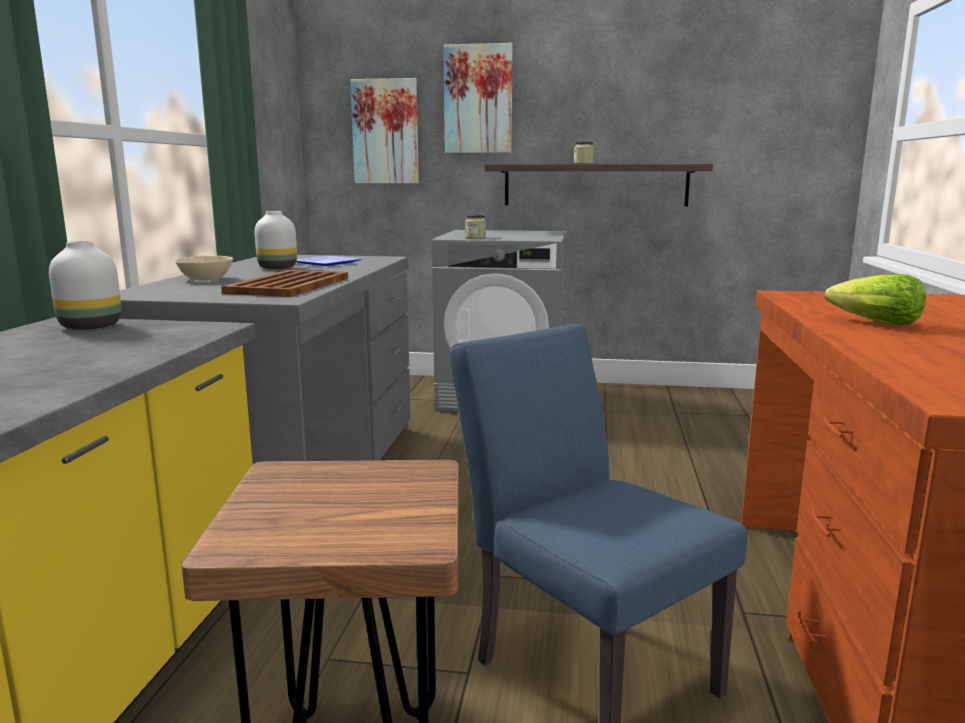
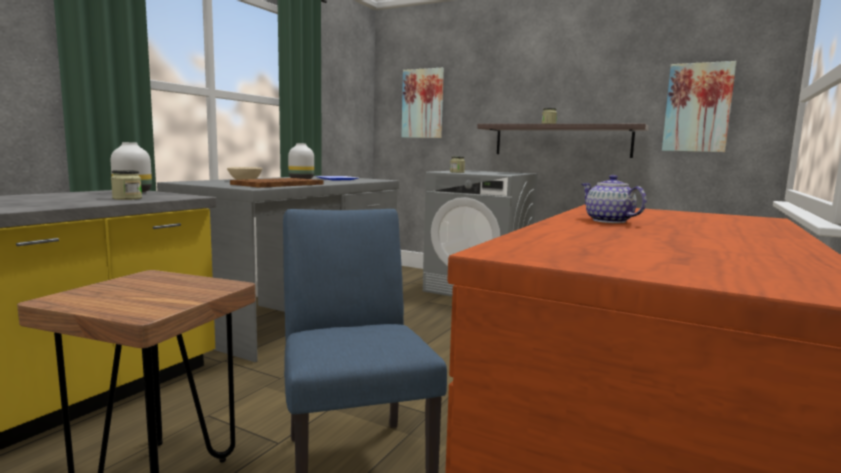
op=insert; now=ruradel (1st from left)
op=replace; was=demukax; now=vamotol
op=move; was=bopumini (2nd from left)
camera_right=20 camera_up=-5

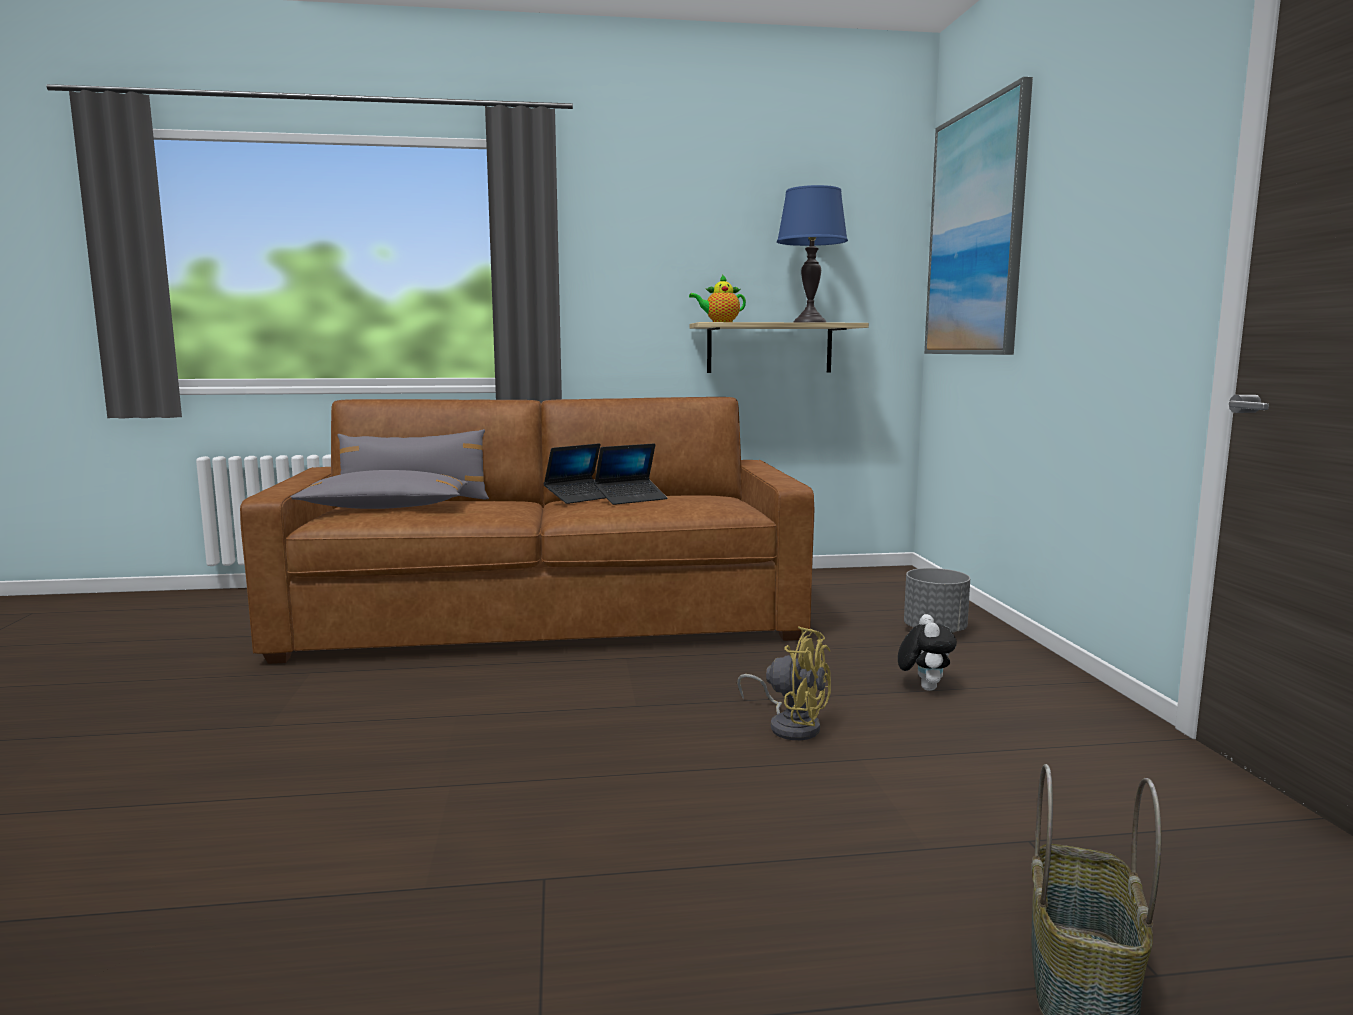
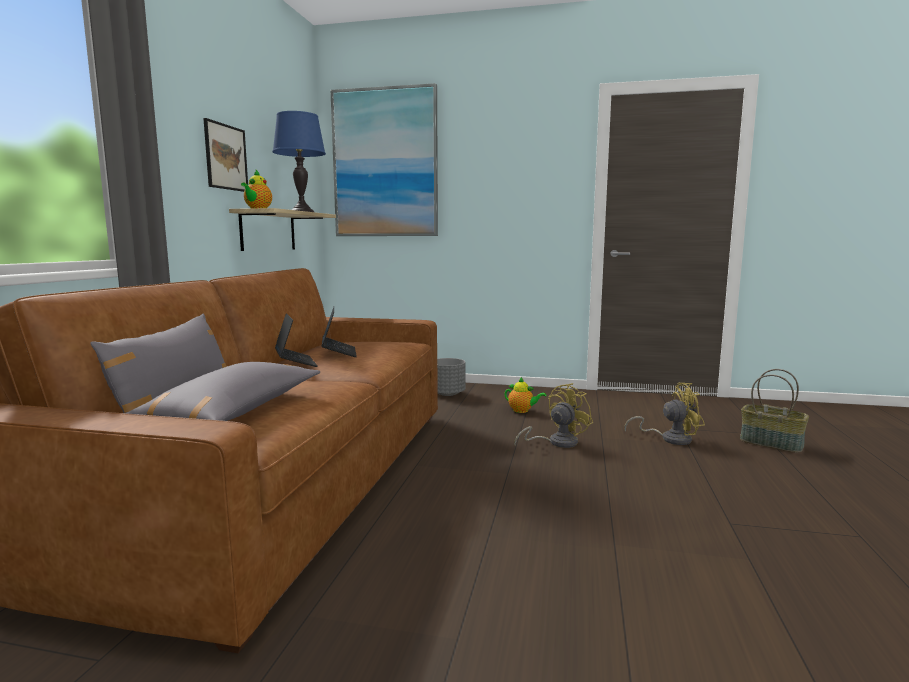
op=insert; now=bopumini (1st from left)
op=replace; was=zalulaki; now=vamotol (2nd from left)
op=insert; now=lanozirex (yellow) (2nd from left)
camera_right=-70 camera_up=0

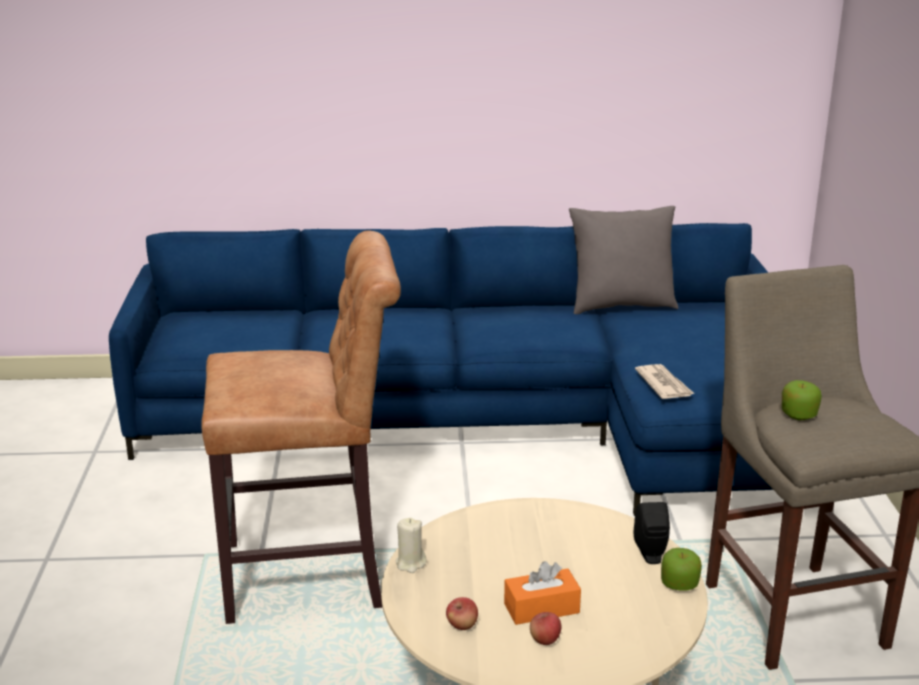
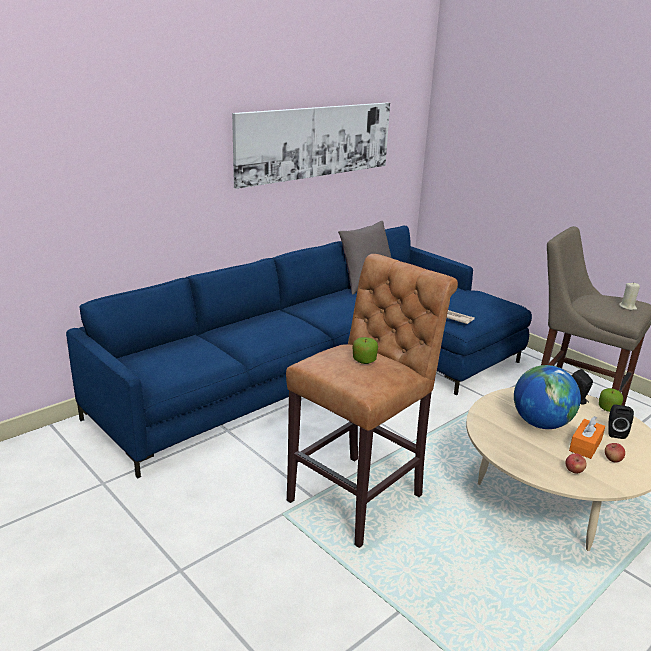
op=insert; now=bopumini
op=move; was=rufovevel (4th from left in the first image); now=rufovevel (1st from left)
op=insert; now=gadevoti
op=insert; now=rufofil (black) (2nd from left)
op=move; was=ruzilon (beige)
camera_right=-40 camera_up=0

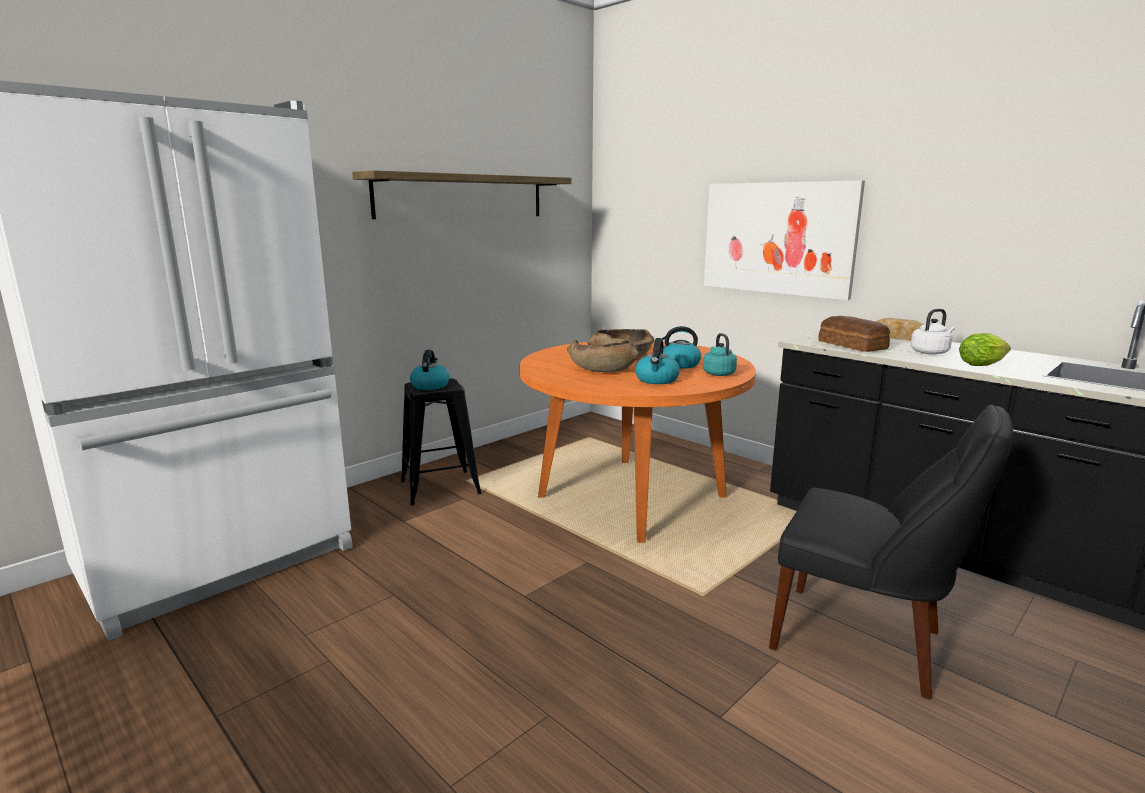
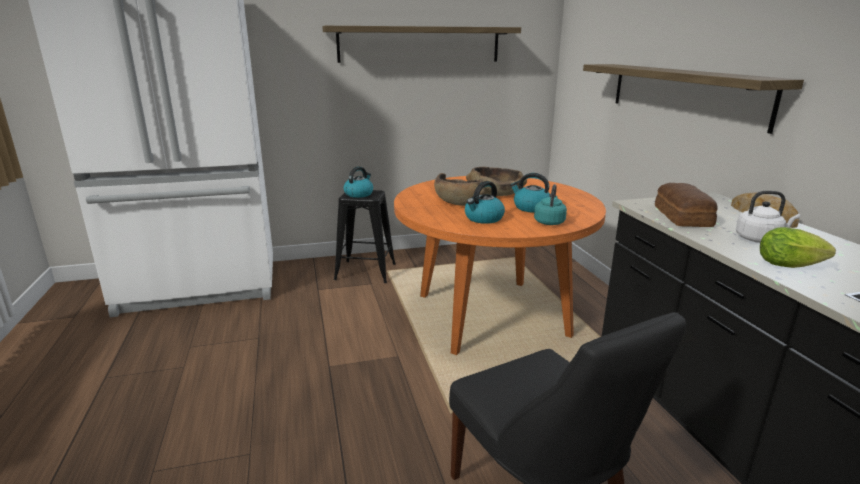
op=replace; was=bopumini; now=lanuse (2nd from left)
camera_right=30 camera_up=5

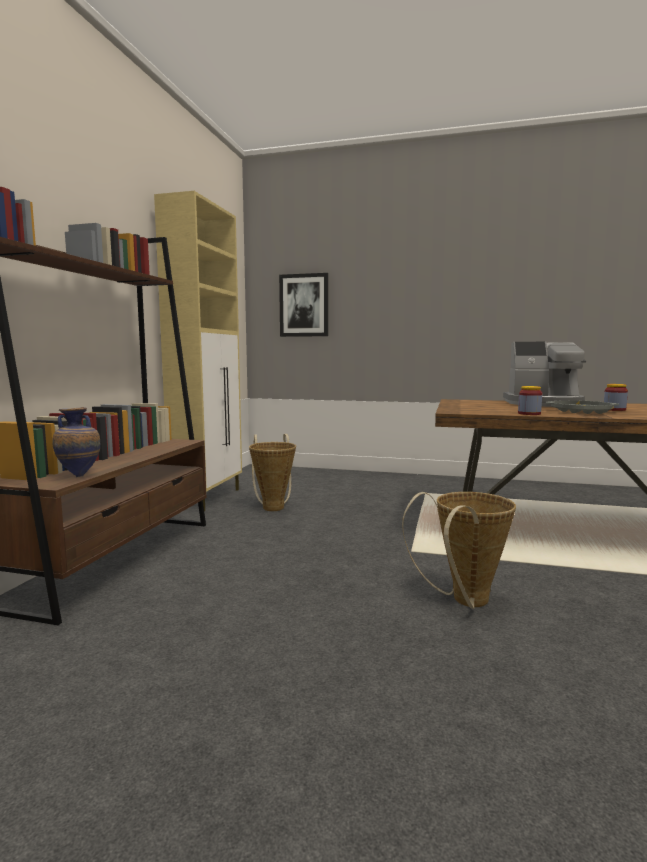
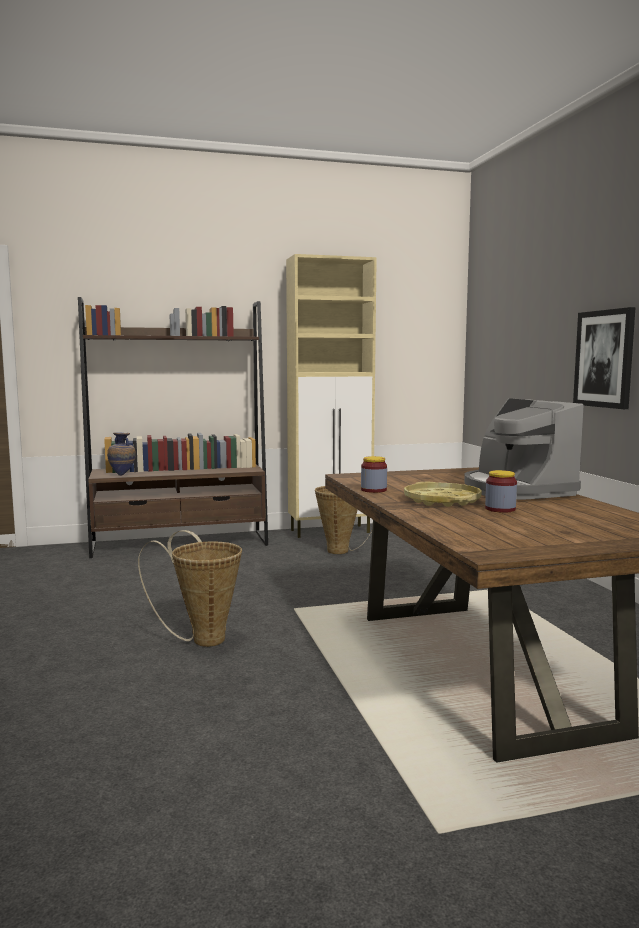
op=recolor; was=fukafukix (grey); now=fukafukix (yellow)
op=move; was=bopumini
camera_right=60 camera_up=0

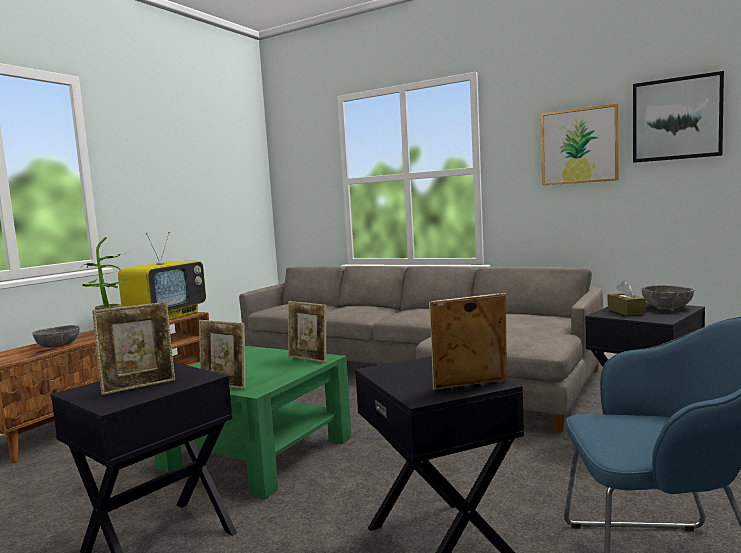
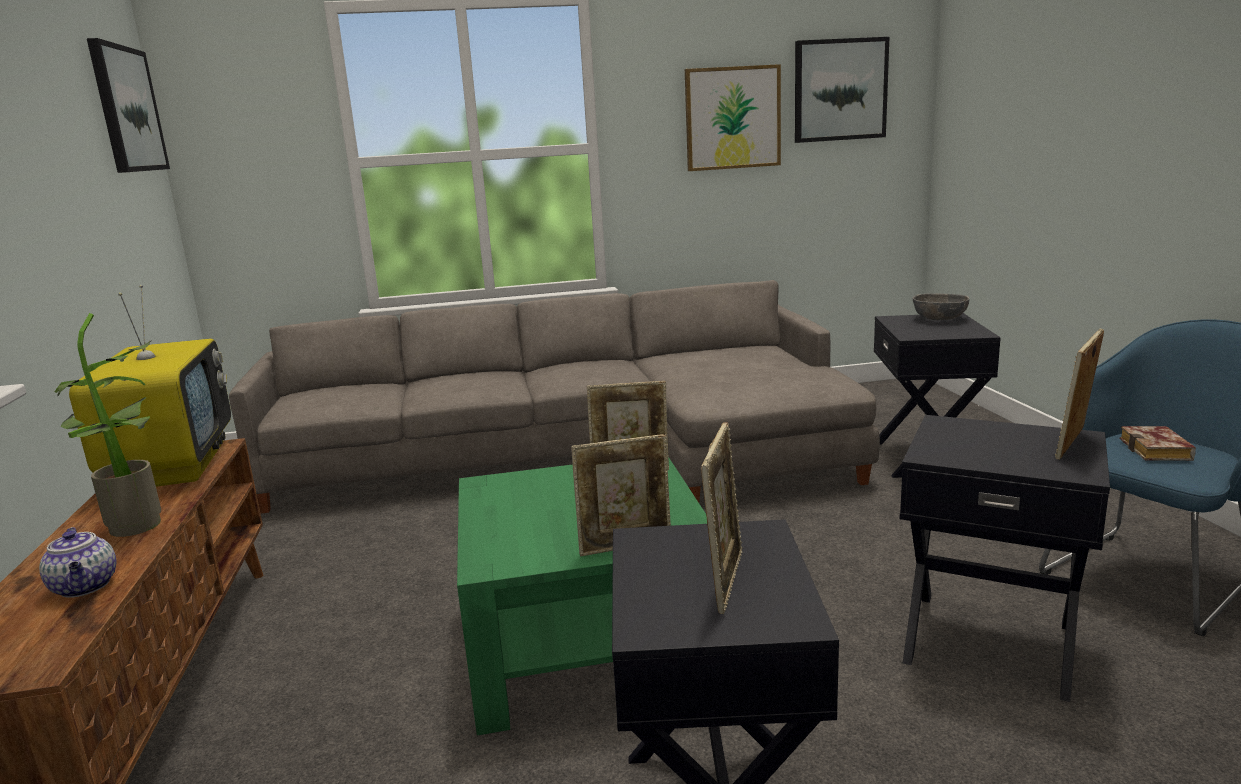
op=replace; was=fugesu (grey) (1st from left); now=vamotol
op=insert; now=bopumini (1st from left)
op=insert; now=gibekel
op=delete; was=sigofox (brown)
camera_right=-40 camera_up=10

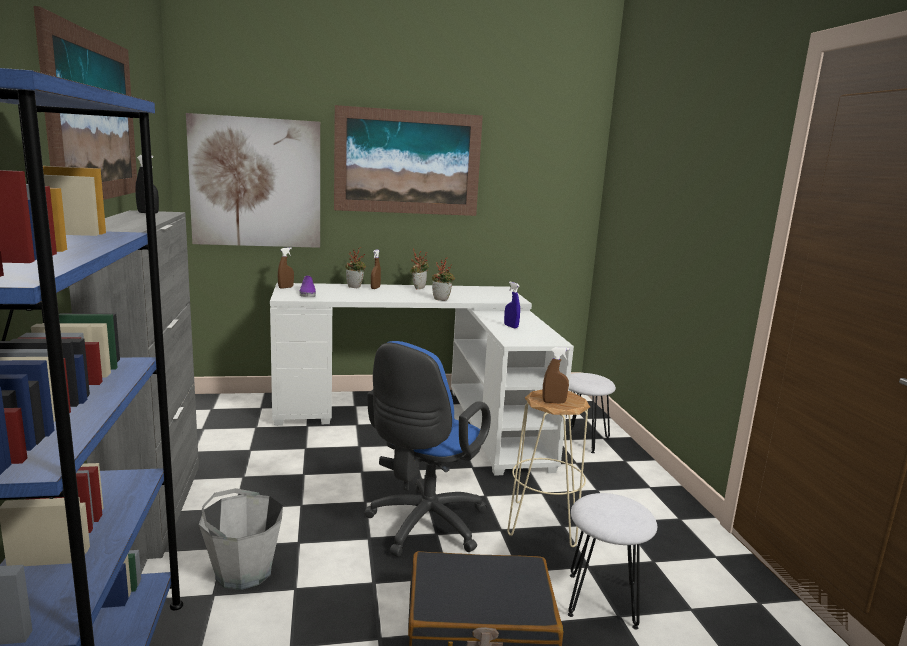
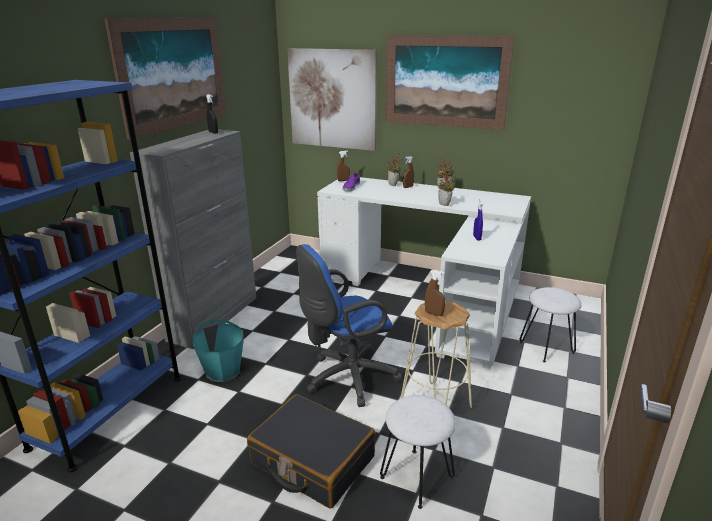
op=recolor; was=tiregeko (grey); now=tiregeko (turquoise)
camera_right=35 camera_up=10

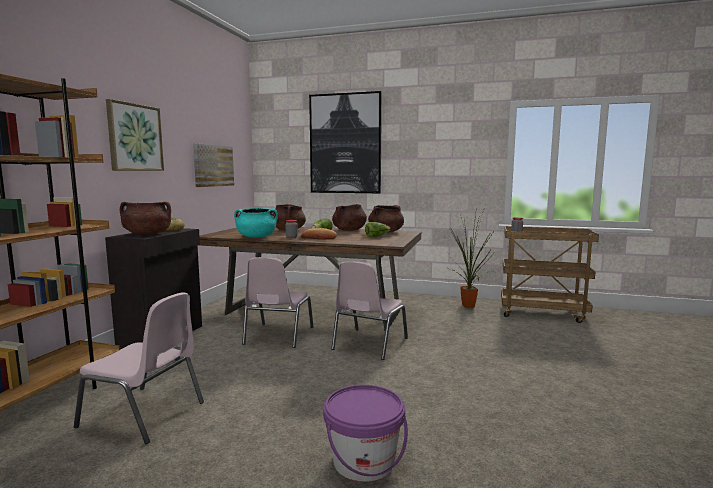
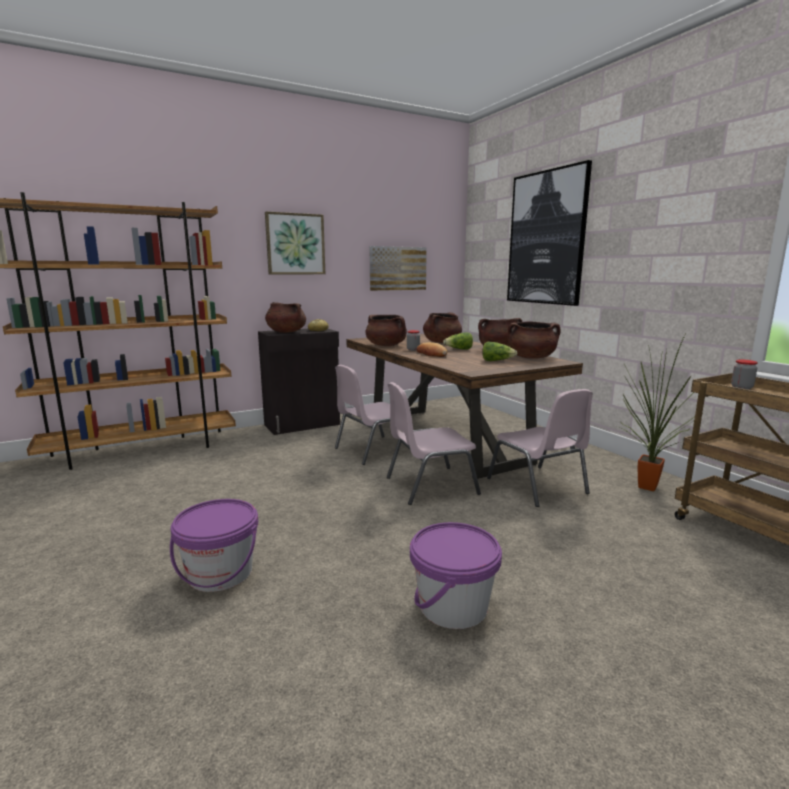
op=recolor; was=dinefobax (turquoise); now=dinefobax (brown) (2nd from left)
op=insert; now=tiregeko (purple) (2nd from left)
op=move; was=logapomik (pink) (1st from left in the first image); now=logapomik (pink) (3rd from left)
camera_right=45 camera_up=5

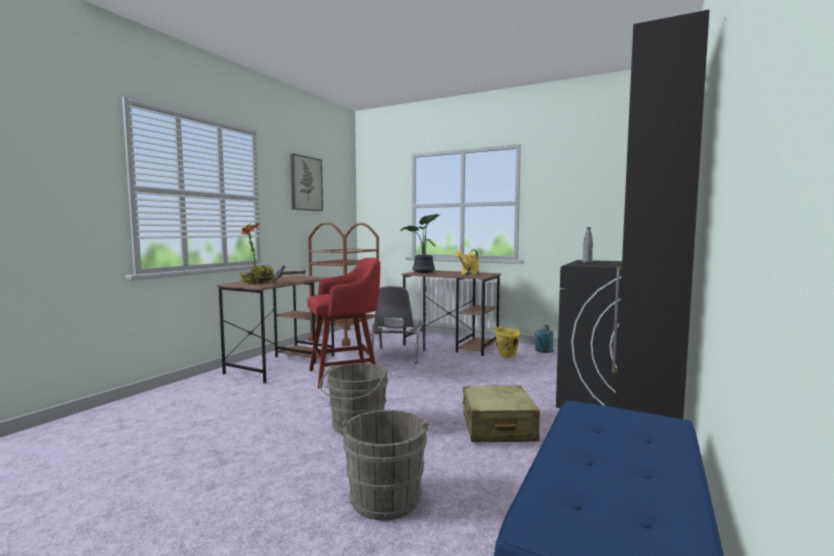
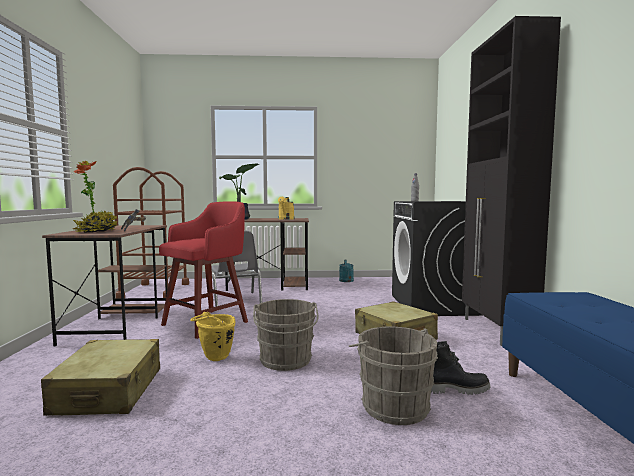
op=insert; now=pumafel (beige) (1st from left)
op=move; was=tiregeko (yellow)
op=insert; now=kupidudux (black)
op=delete; was=bopumini
camera_right=-30 camera_up=0

